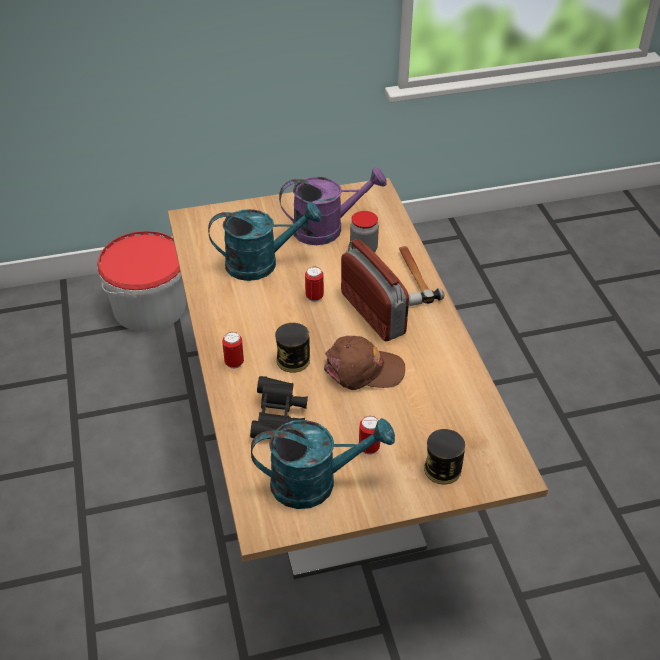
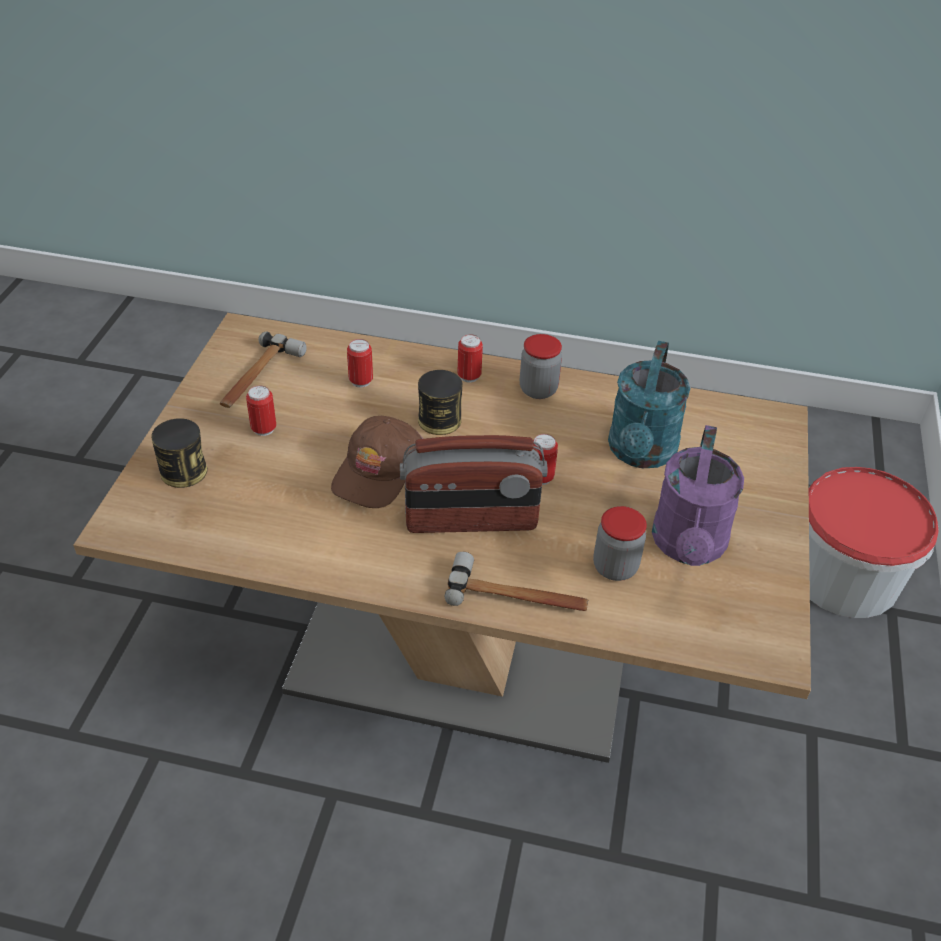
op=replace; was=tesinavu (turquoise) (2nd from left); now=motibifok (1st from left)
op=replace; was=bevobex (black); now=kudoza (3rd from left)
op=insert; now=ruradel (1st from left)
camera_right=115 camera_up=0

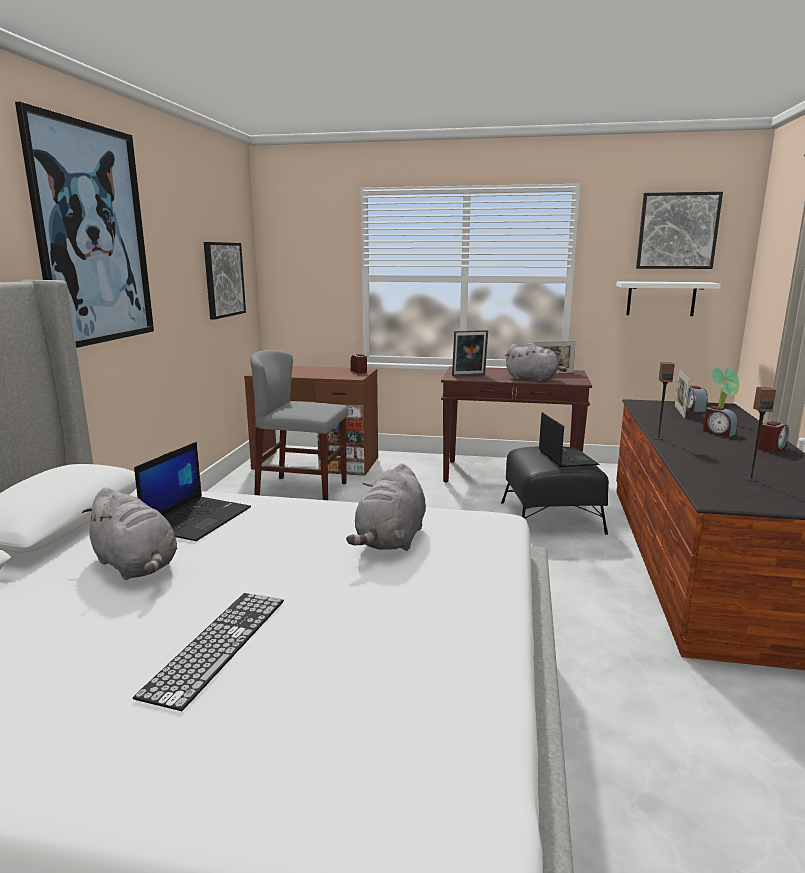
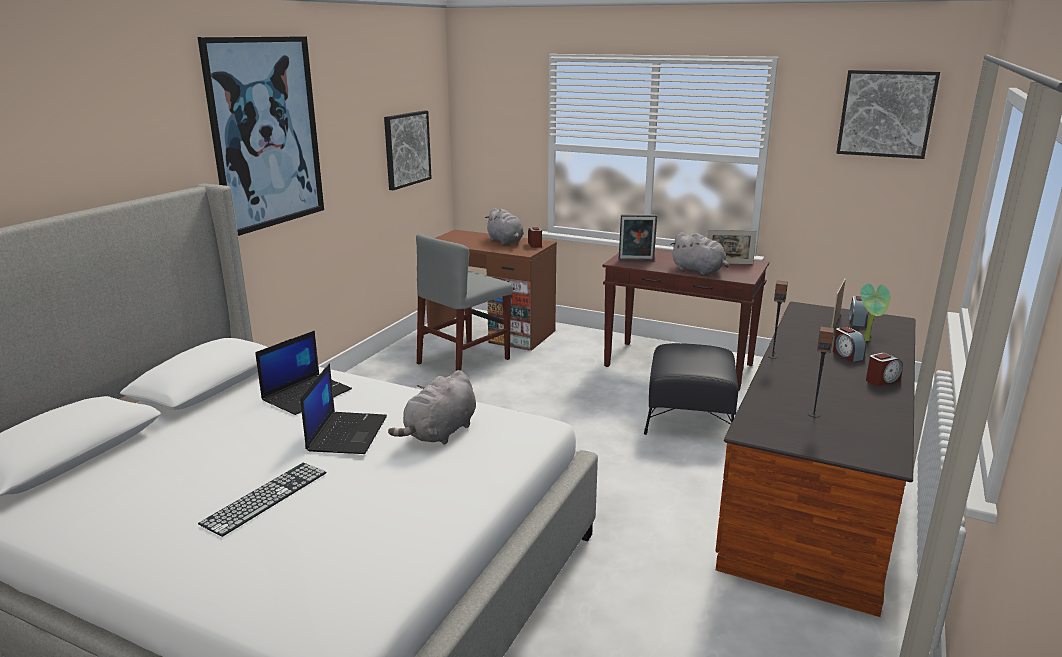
op=move; was=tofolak (2nd from left)
op=rotate; was=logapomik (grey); clockwise=-75
op=move; was=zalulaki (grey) (1st from left in the first image); now=zalulaki (grey) (2nd from left)
op=delete; was=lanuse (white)
camera_right=15 camera_up=5

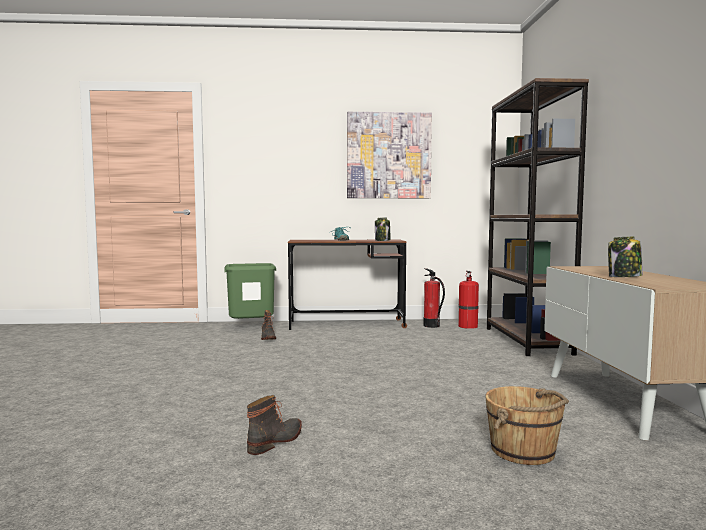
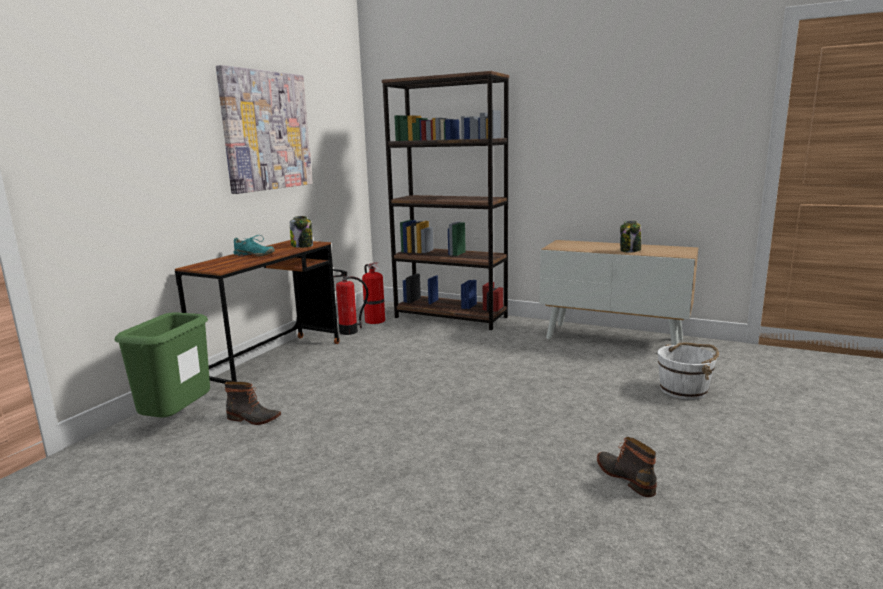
op=recolor; was=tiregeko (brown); now=tiregeko (white)
camera_right=-60 camera_up=10

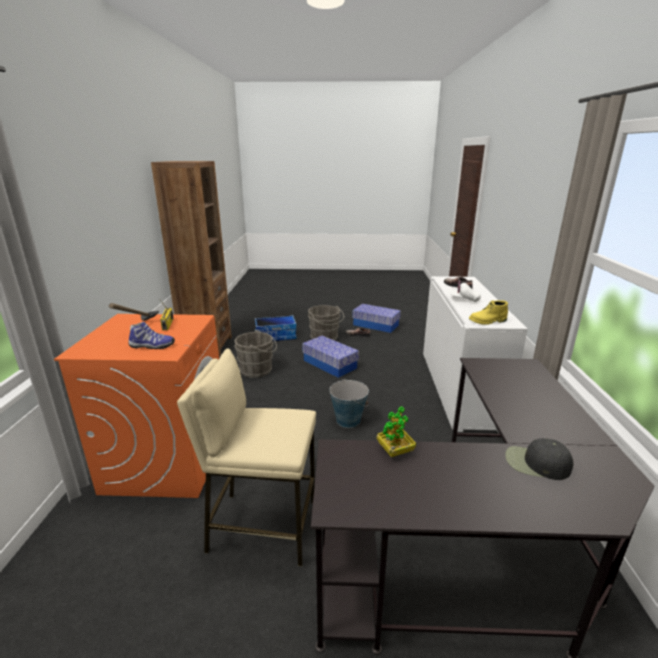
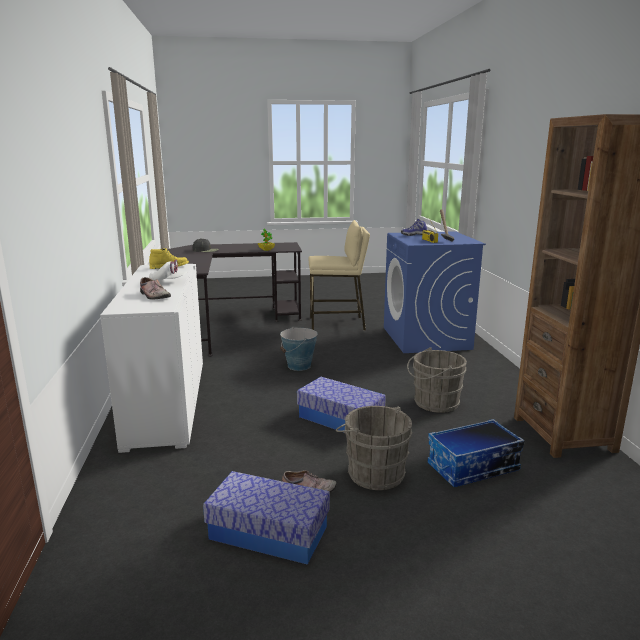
op=recolor; was=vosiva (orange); now=vosiva (blue)
camera_right=170 camera_up=-5

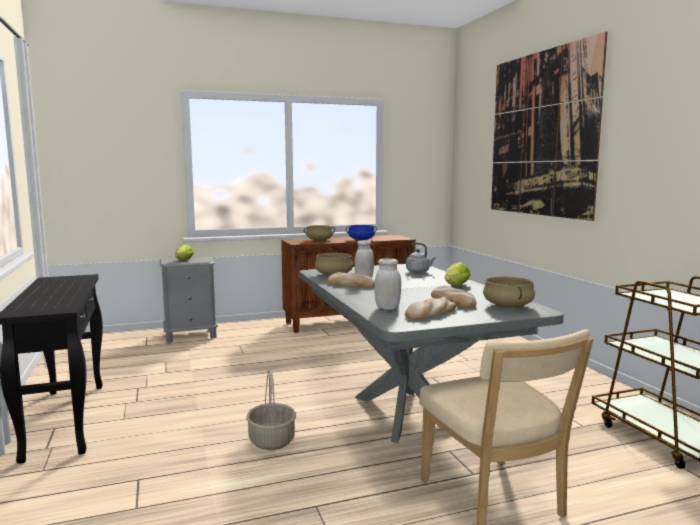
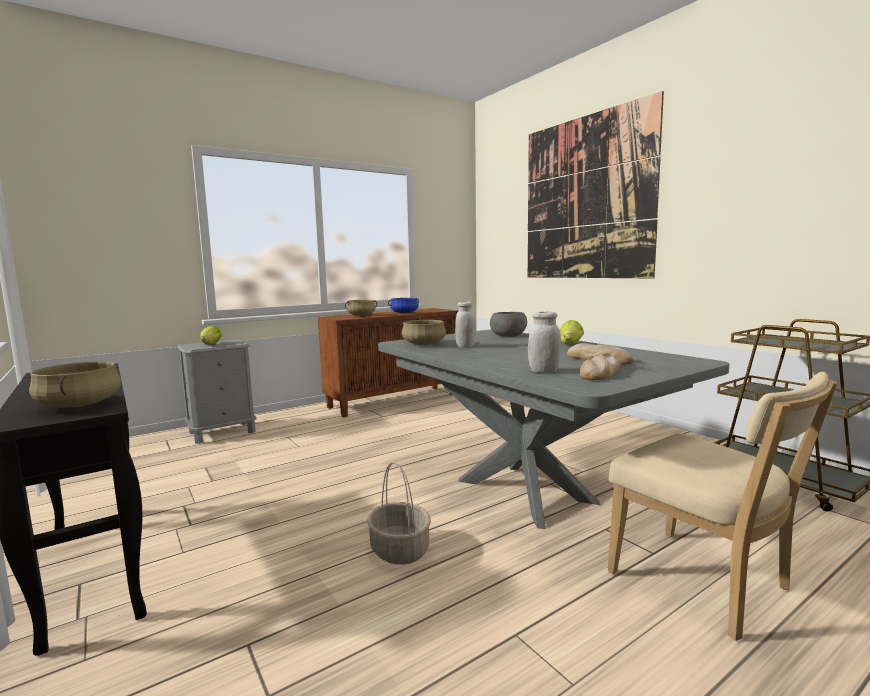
op=move; was=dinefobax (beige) (3rd from left in the first image); now=dinefobax (beige) (1st from left)
op=replace; was=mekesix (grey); now=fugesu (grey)
op=delete; was=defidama (1st from left)
camera_right=-15 camera_up=0

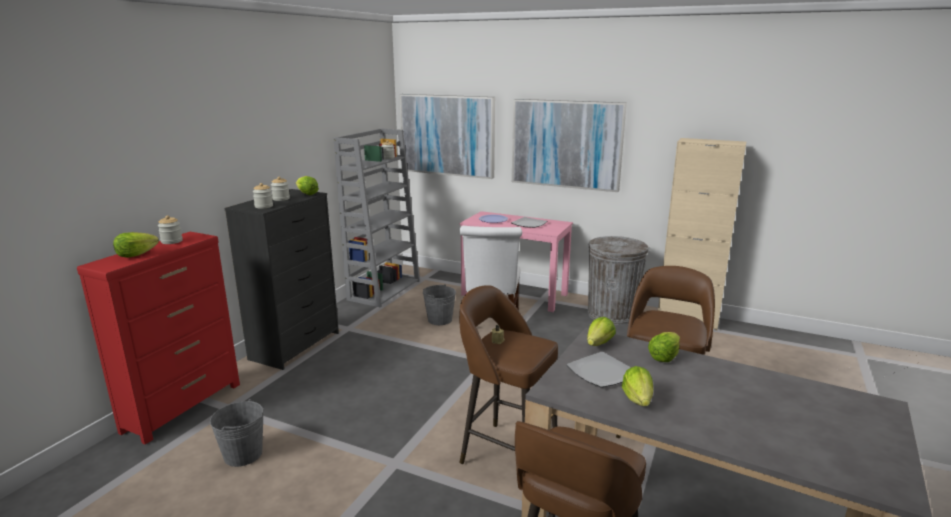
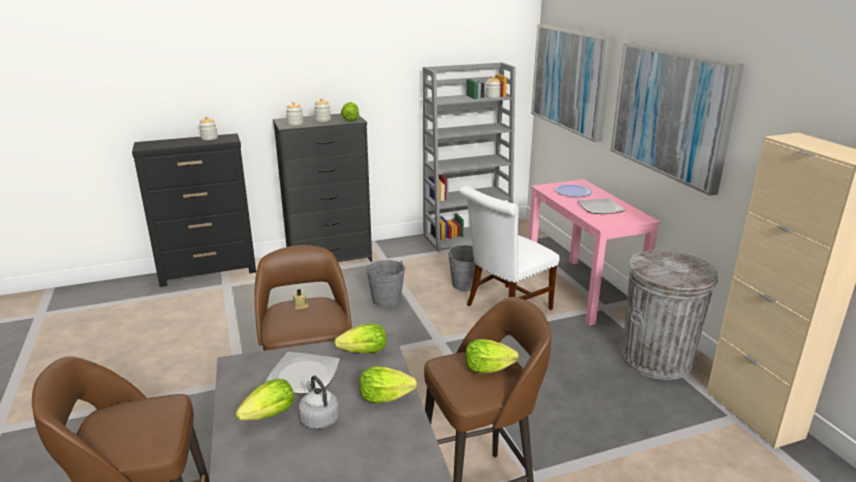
op=recolor; was=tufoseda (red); now=tufoseda (black) (1st from left)
op=insert; now=mekesix (grey)
op=move; was=tiregeko (grey) (1st from left)
op=move; was=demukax (1st from left in the first image); now=demukax (5th from left)
camera_right=45 camera_up=5

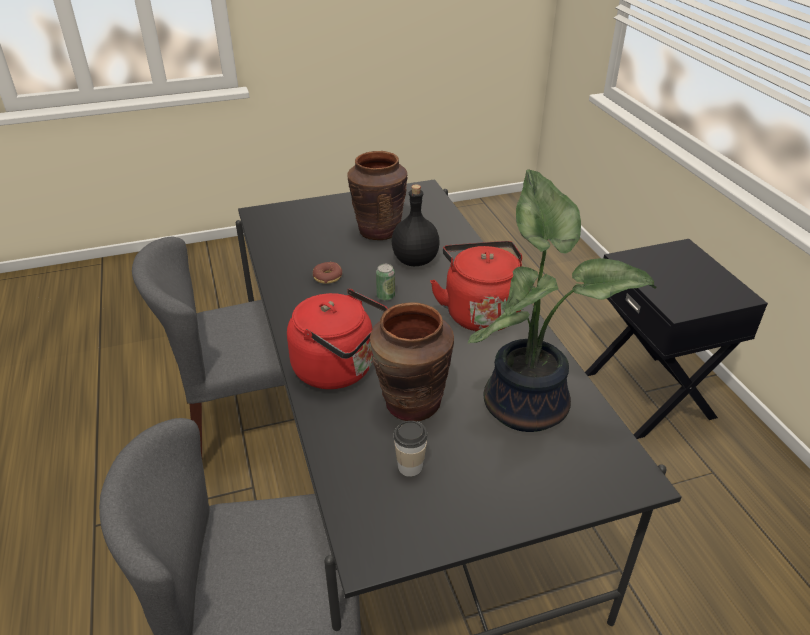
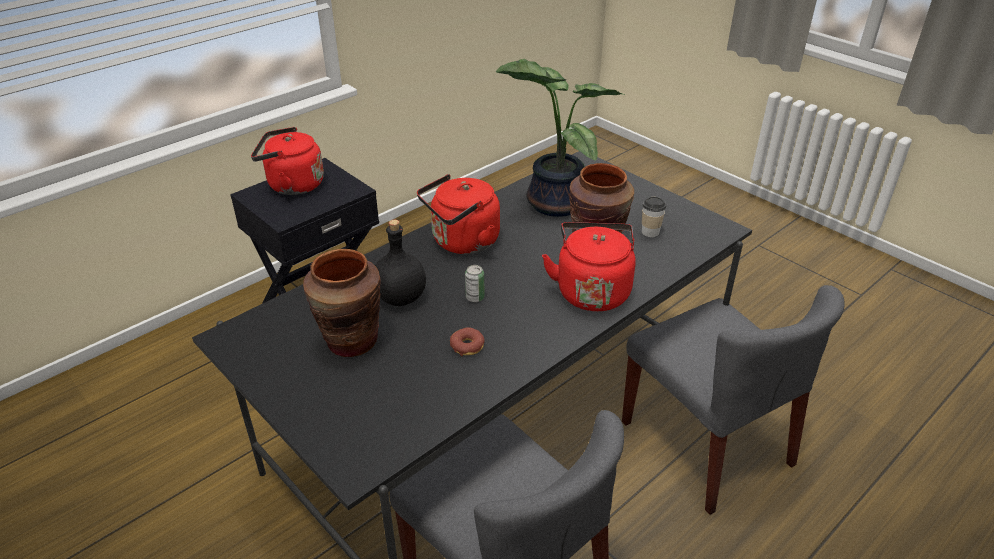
op=insert; now=mekesix (red) (1st from left)
camera_right=-115 camera_up=0

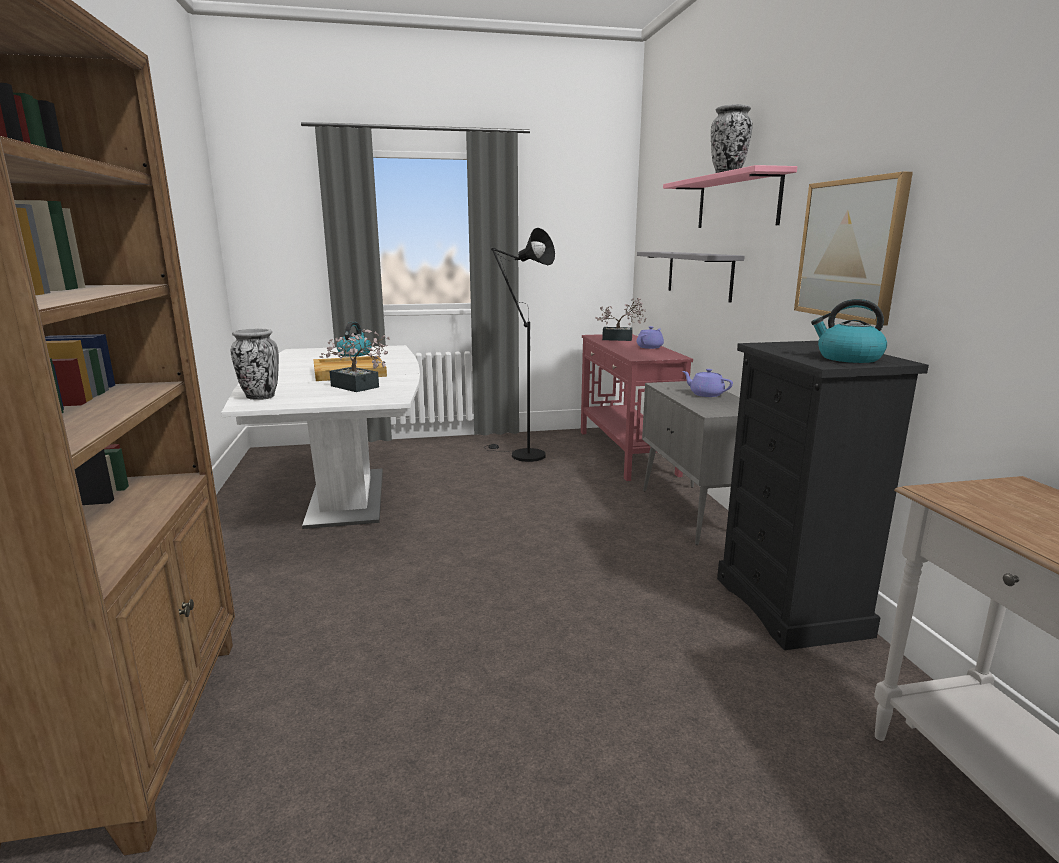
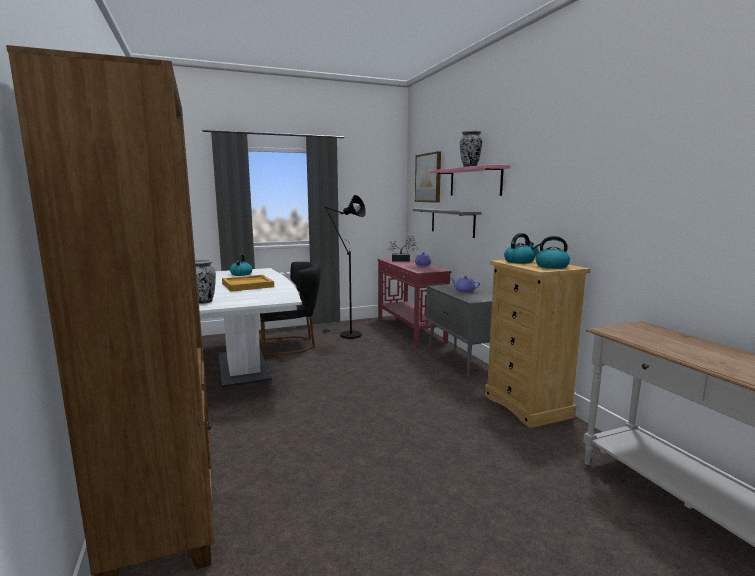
op=insert; now=logapomik (black)
op=move; was=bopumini
op=recolor; was=tufoseda (black); now=tufoseda (beige)
op=insert; now=mekesix (2nd from left)
op=delete; was=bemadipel (1st from left)
camera_right=-10 camera_up=-5

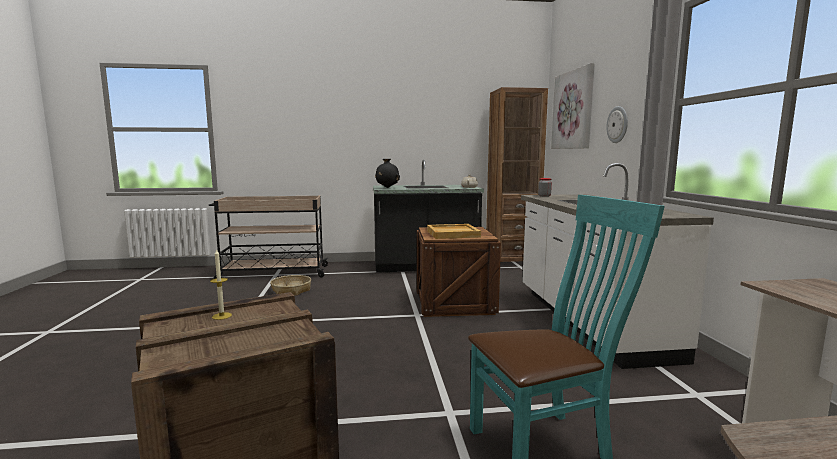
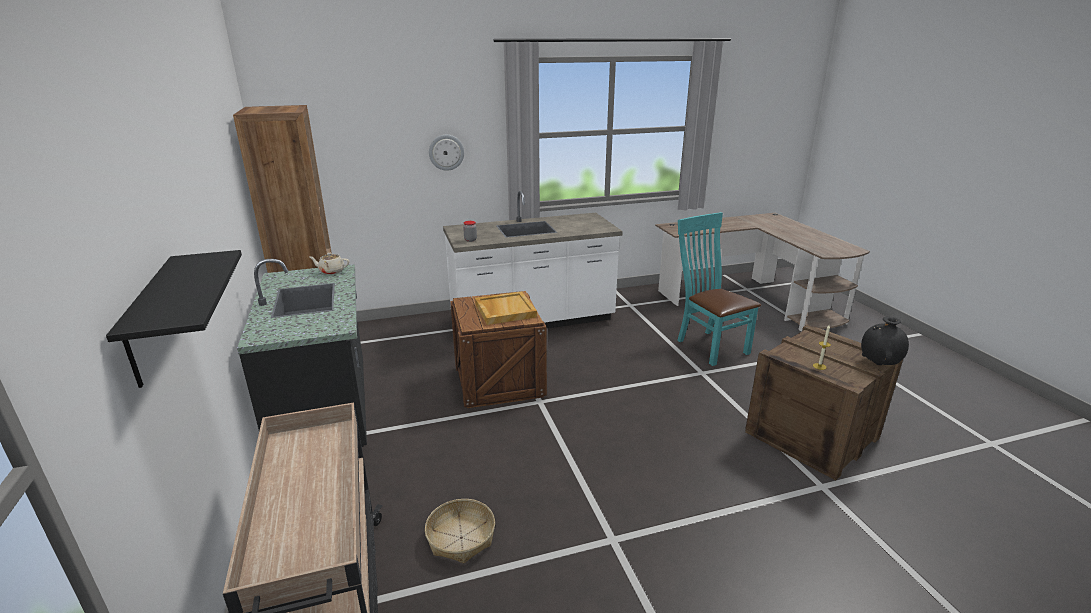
op=insert; now=lanuse (black)
op=move; was=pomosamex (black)
op=delete; was=bopumini
camera_right=-100 camera_up=15

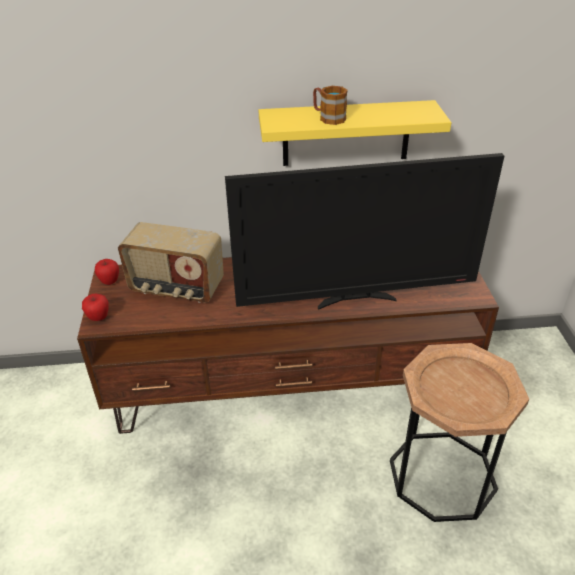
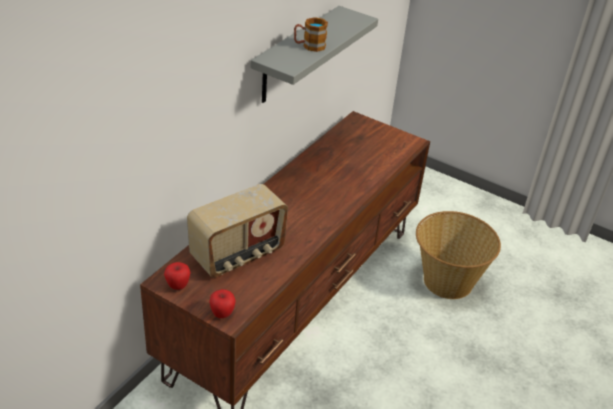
op=recolor; was=lanuse (yellow); now=lanuse (grey)
op=replace; was=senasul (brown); now=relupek
op=delete; was=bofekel
camera_right=-55 camera_up=0

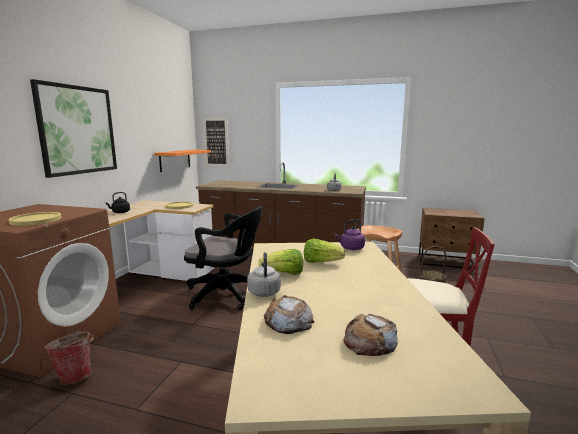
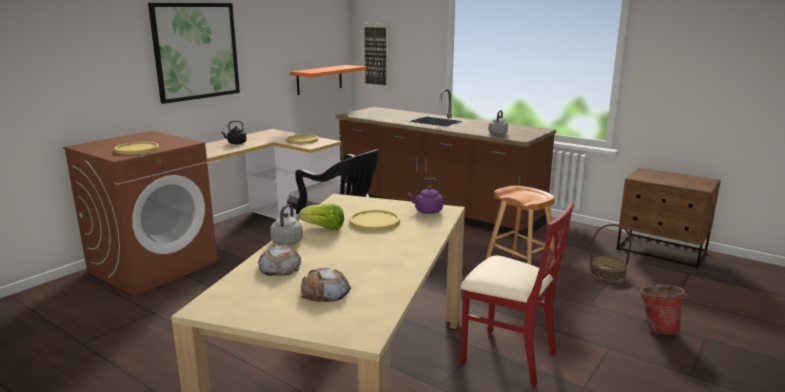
op=replace; was=demukax (2nd from left); now=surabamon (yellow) (3rd from left)
op=move; was=tiregeko
camera_right=20 camera_up=5

